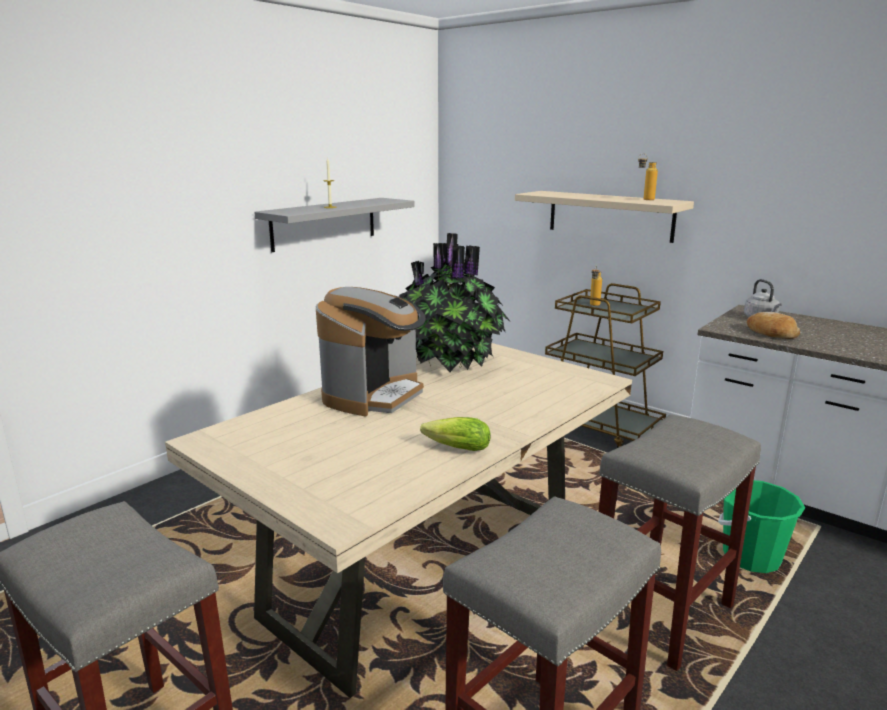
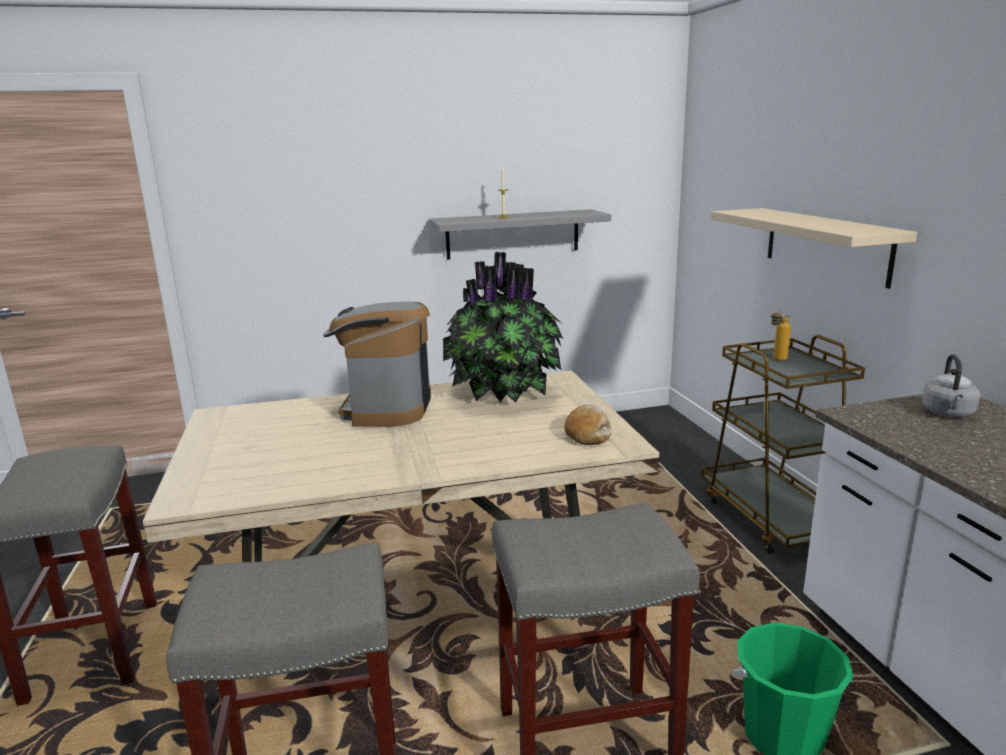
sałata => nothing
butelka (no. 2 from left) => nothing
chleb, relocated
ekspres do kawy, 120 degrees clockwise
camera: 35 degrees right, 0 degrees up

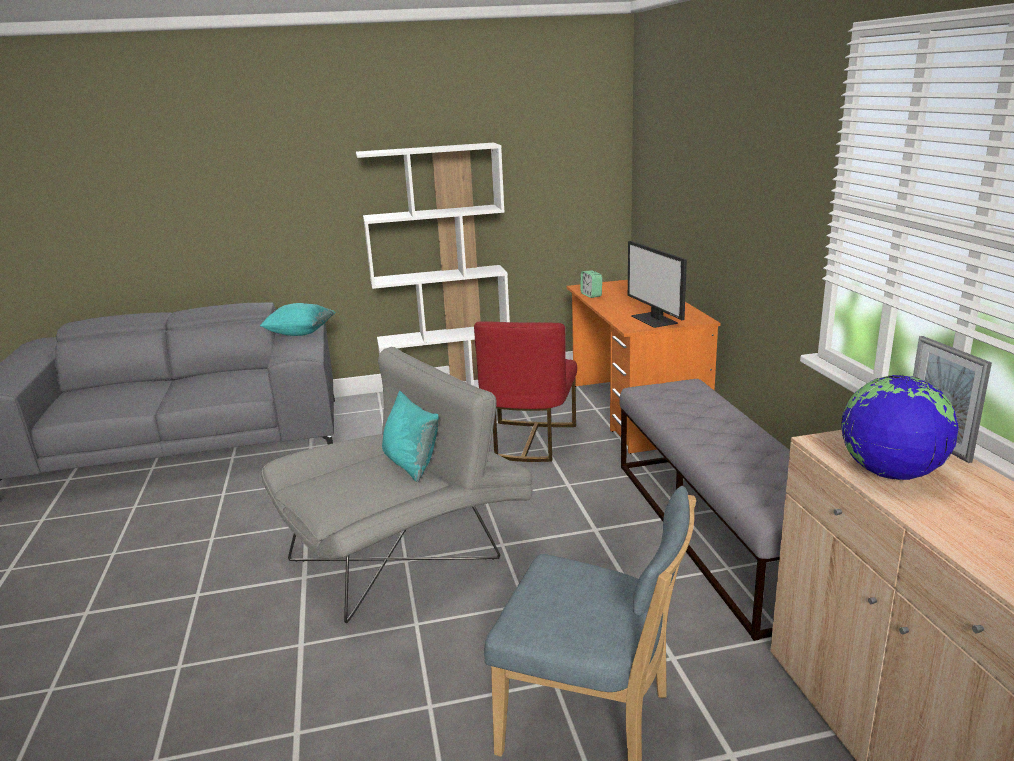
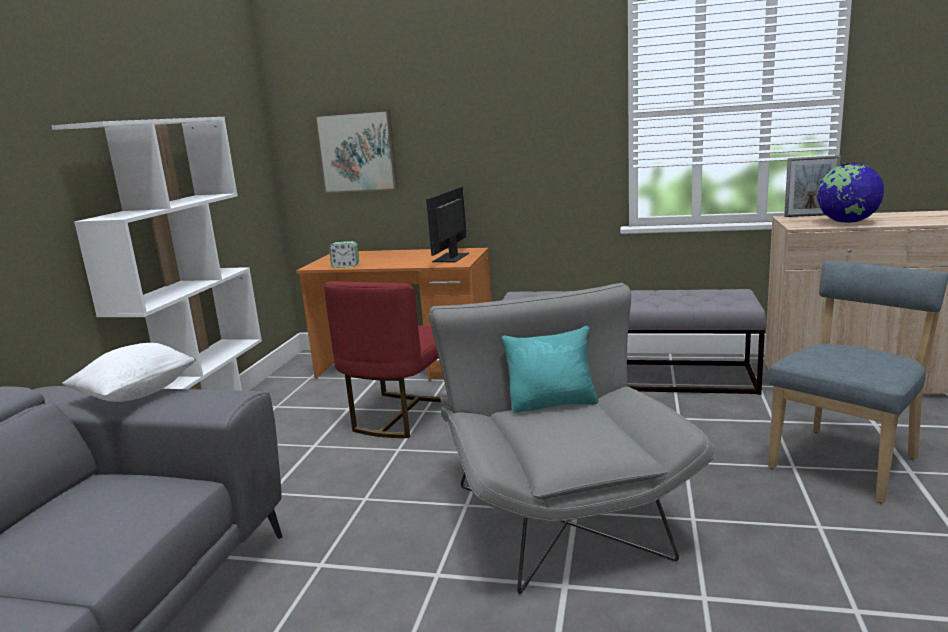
nothing => obraz
poduszka [turkusowy] (no. 1 from left) => poduszka [biały]
krzesło [czerwony], 75 degrees clockwise
monitor, 105 degrees clockwise
camera: 65 degrees left, 5 degrees down

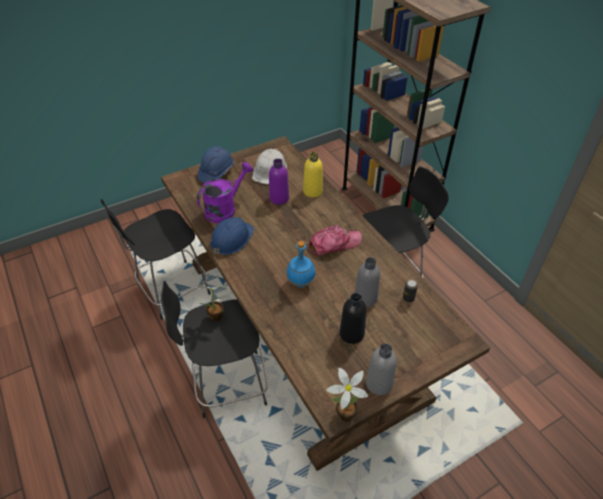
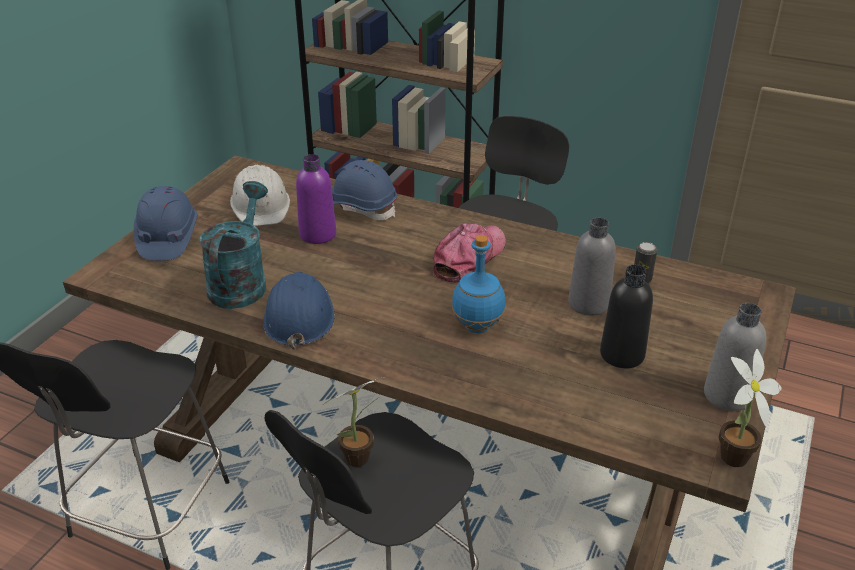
butelka [żółty] => kask [niebieski] (no. 3 from left)
konewka [fioletowy] => konewka [turkusowy]
camera: 35 degrees left, 10 degrees down

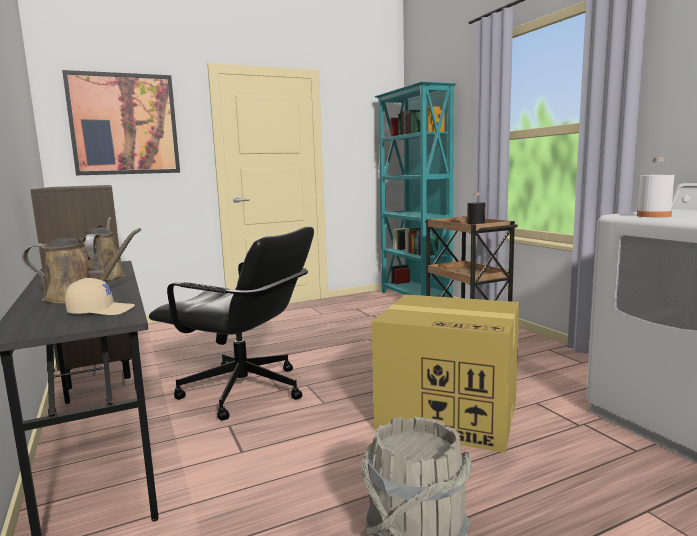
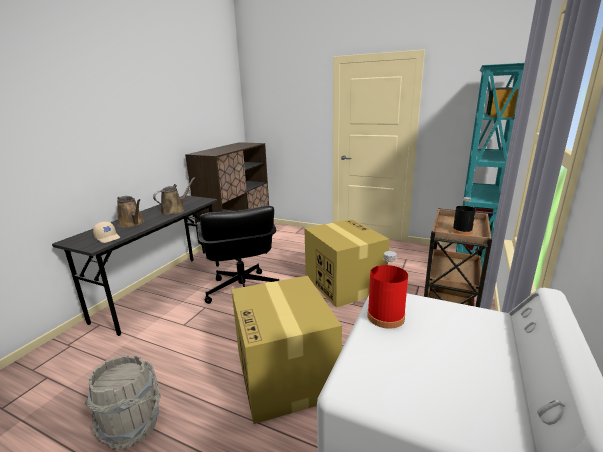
obraz => nothing
nothing => karton (no. 2 from left)
butelka [biały] => butelka [czerwony]
camera: 50 degrees right, 10 degrees up

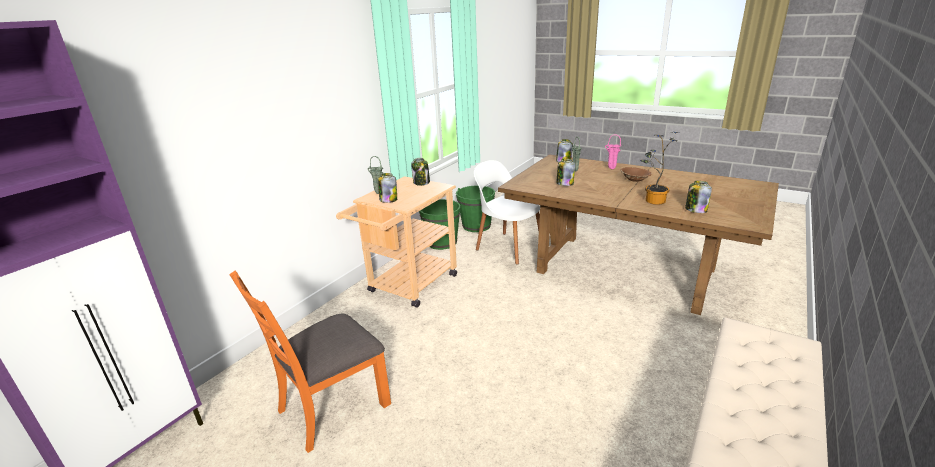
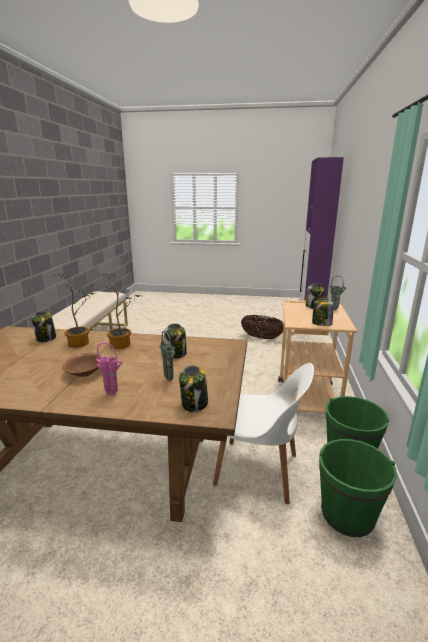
nothing => roślina doniczkowa (no. 2 from left)
krzesło [pomarańczowy] => koszyk
camera: 155 degrees right, 5 degrees down

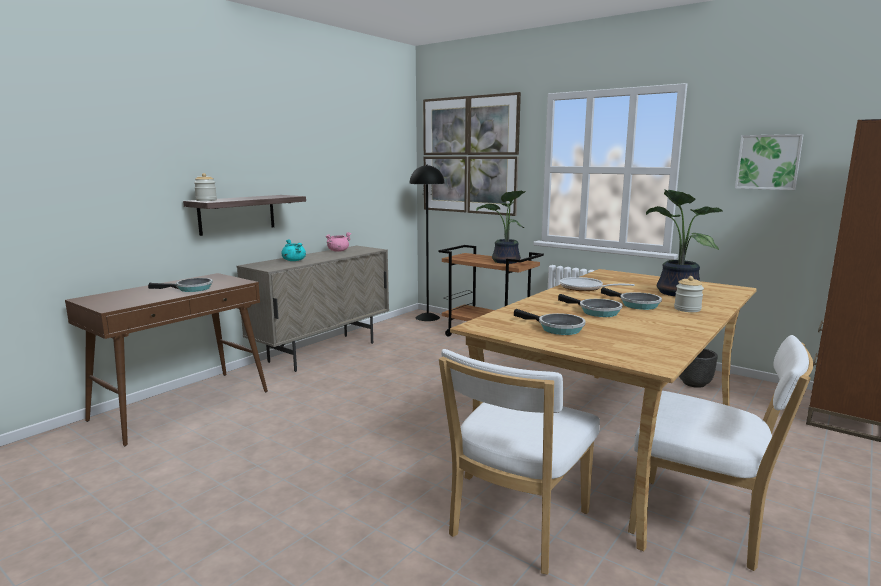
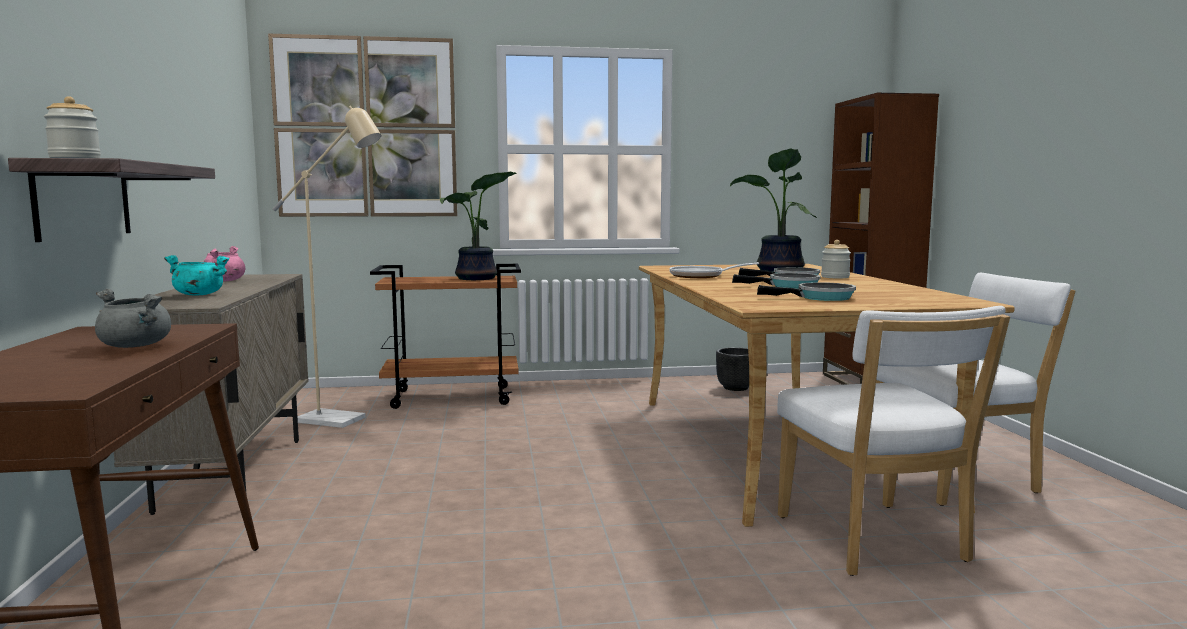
lampa stojąca [czarny] => nothing
obraz (no. 2 from left) => nothing
nothing => lampa stojąca [beżowy]
patelnia (no. 1 from left) => garnek [szary]
camera: 45 degrees left, 5 degrees down

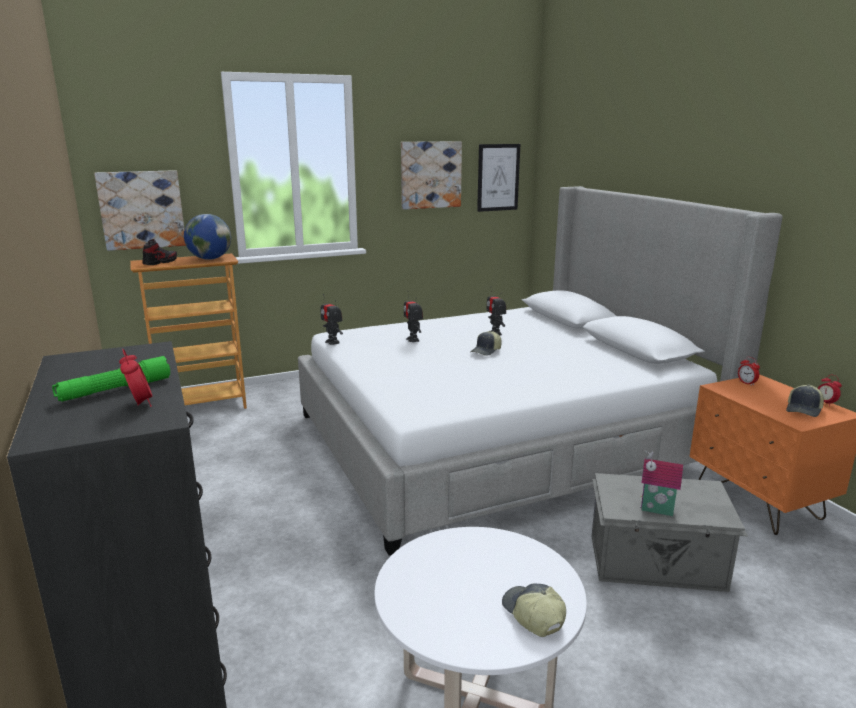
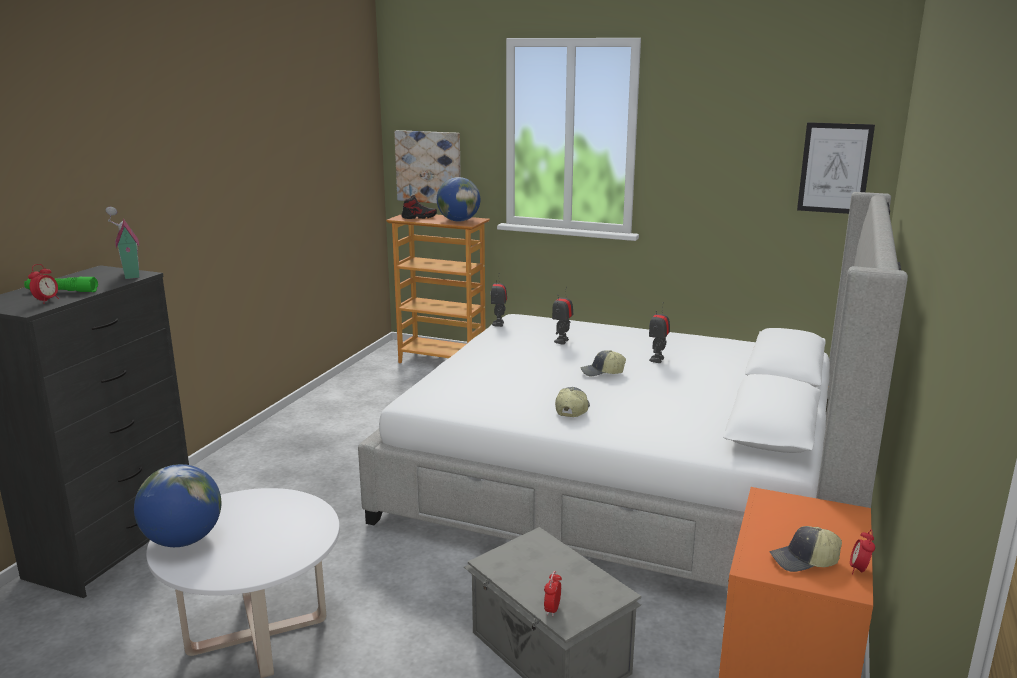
obraz (no. 2 from left) => nothing
nothing => globus (no. 1 from left)
czapka z daszkiem (no. 2 from left in the first image) => czapka z daszkiem (no. 1 from left), relocated
domek, relocated
budzik (no. 2 from left), relocated
camera: 45 degrees right, 0 degrees up

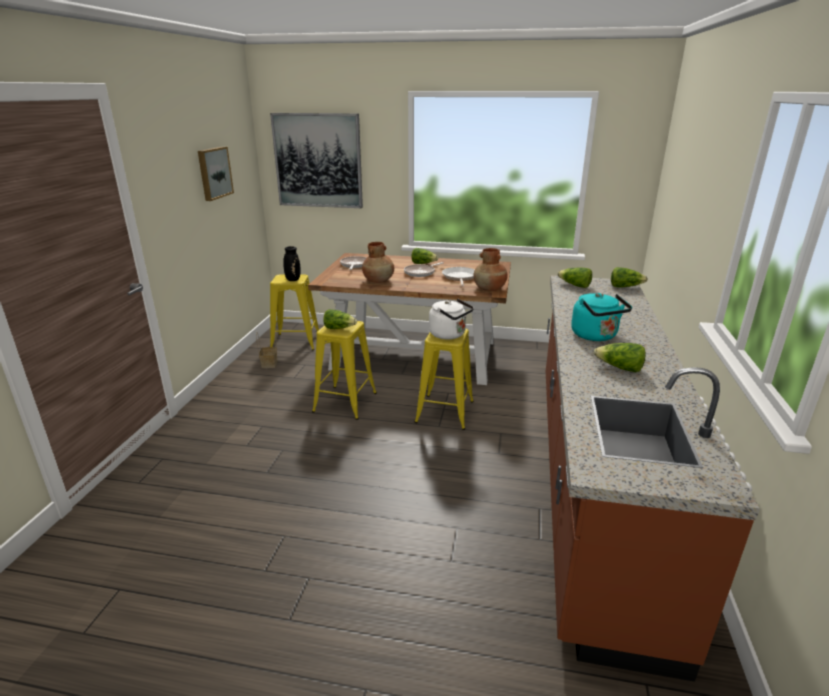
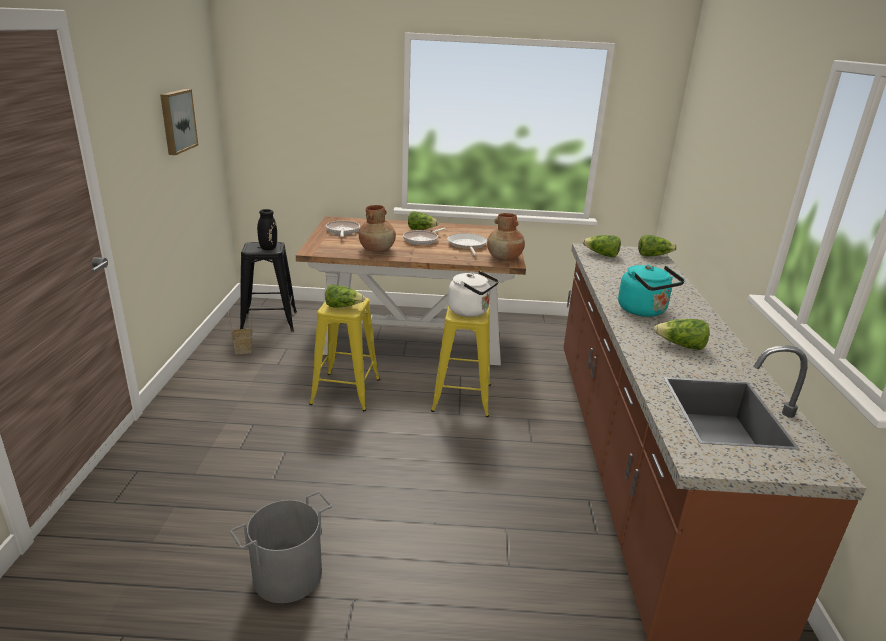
obraz (no. 2 from left) => nothing
nothing => wiadro [szary]
stołek [żółty] (no. 1 from left) => stołek [czarny]
camera: 10 degrees left, 0 degrees up

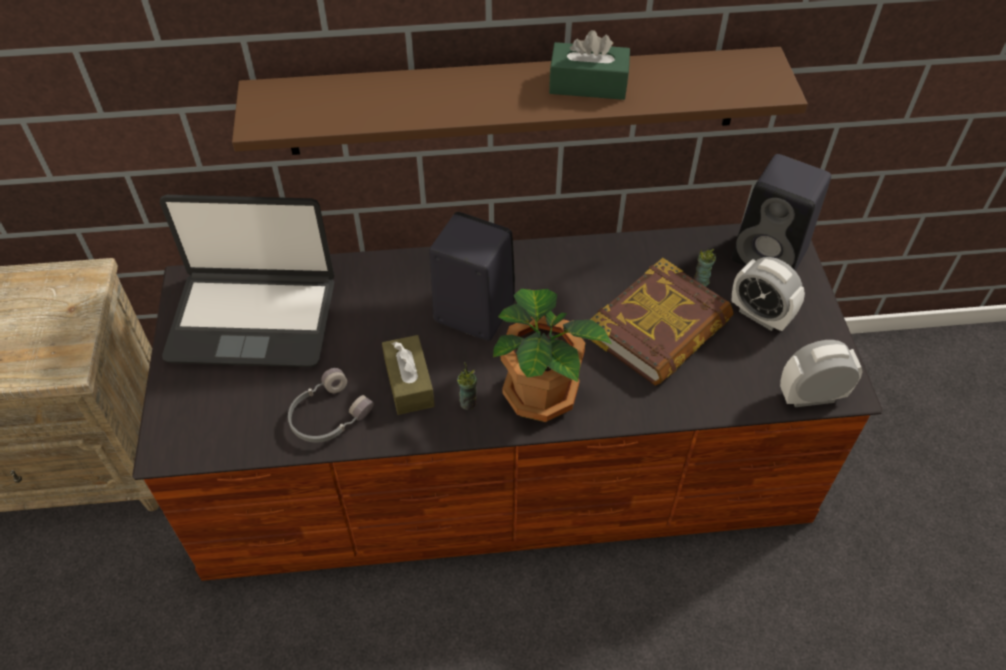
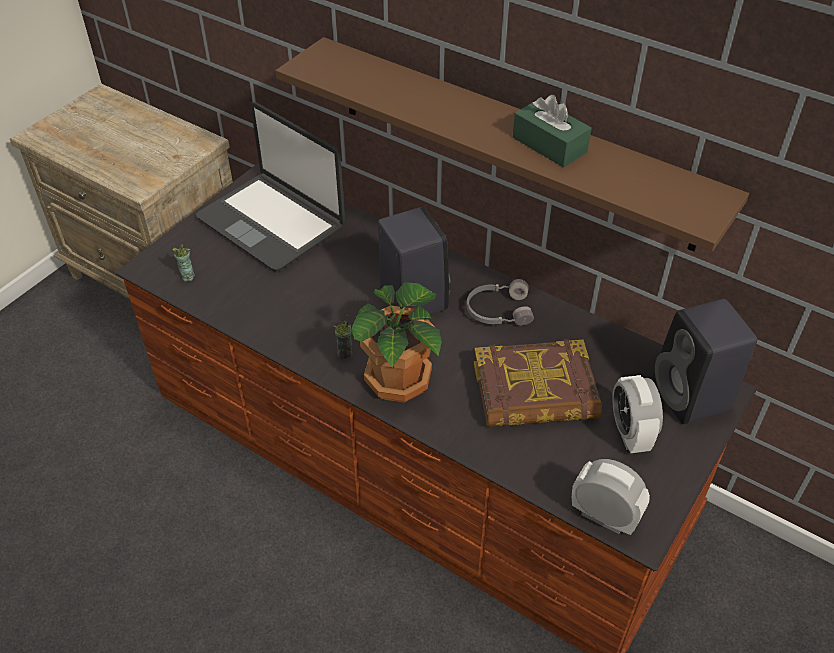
pudełko chusteczek [brązowy] => nothing
słuchawki [szary], relocated
filiżanka (no. 2 from left in the first image) => filiżanka (no. 1 from left), relocated
camera: 40 degrees right, 5 degrees down

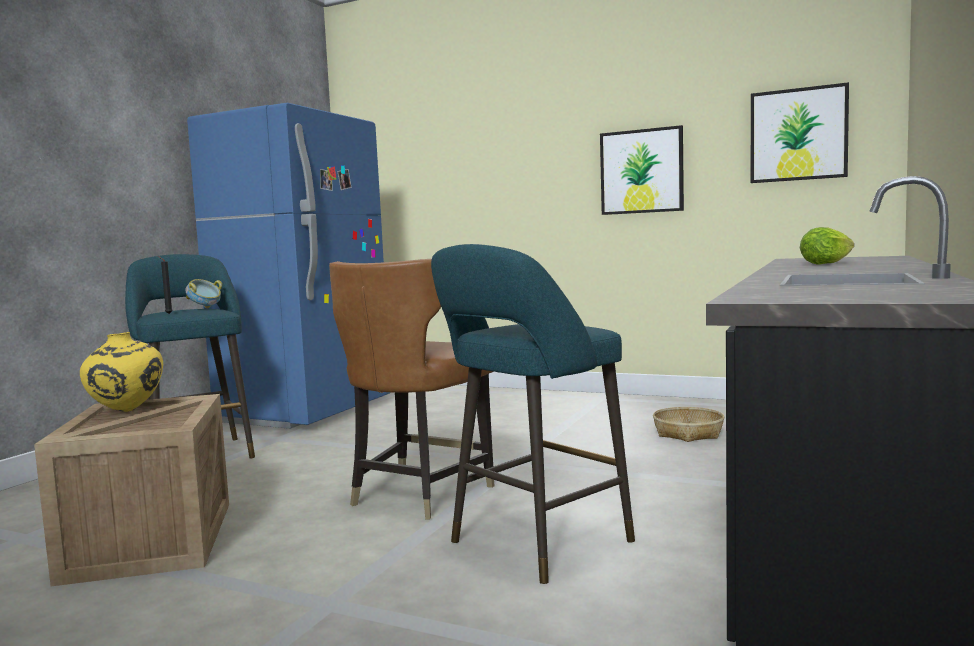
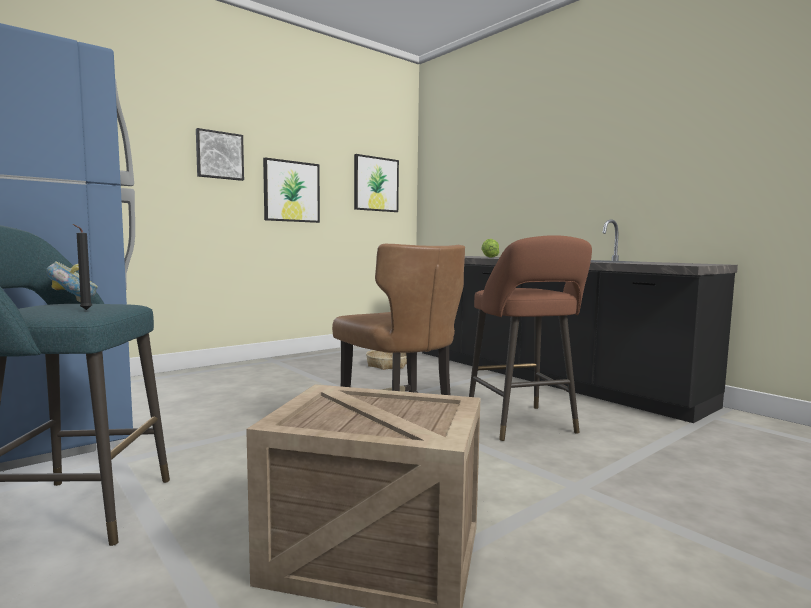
wazon [żółty] => nothing
nothing => obraz (no. 1 from left)
stołek [turkusowy] (no. 2 from left) => stołek [brązowy]
camera: 65 degrees left, 0 degrees up

